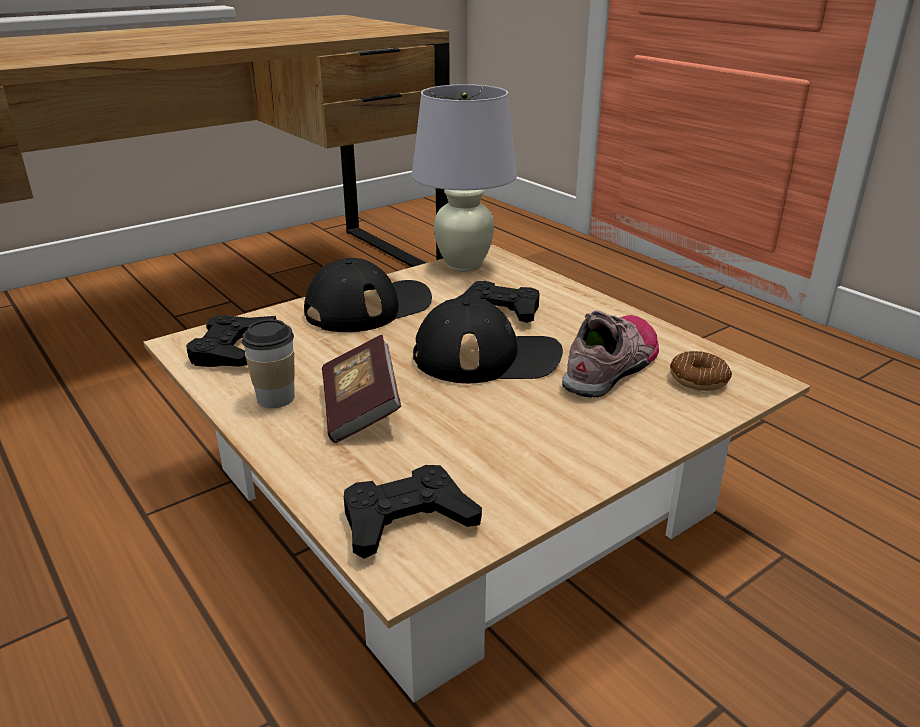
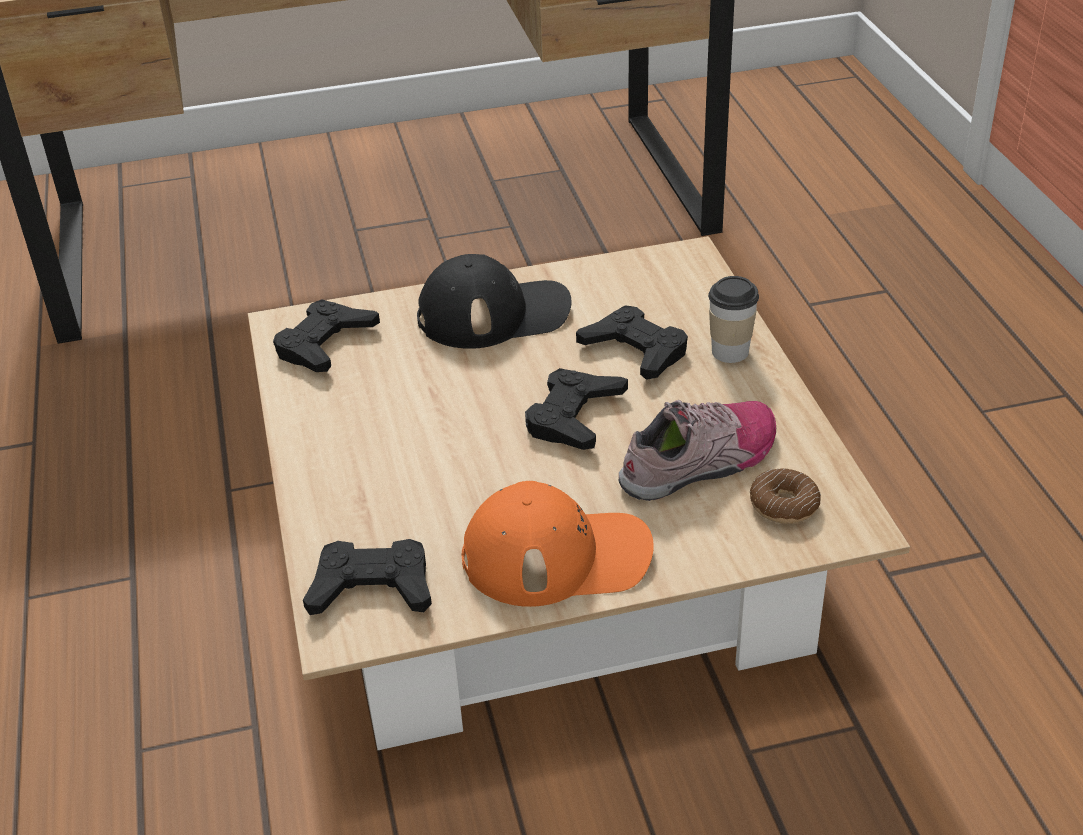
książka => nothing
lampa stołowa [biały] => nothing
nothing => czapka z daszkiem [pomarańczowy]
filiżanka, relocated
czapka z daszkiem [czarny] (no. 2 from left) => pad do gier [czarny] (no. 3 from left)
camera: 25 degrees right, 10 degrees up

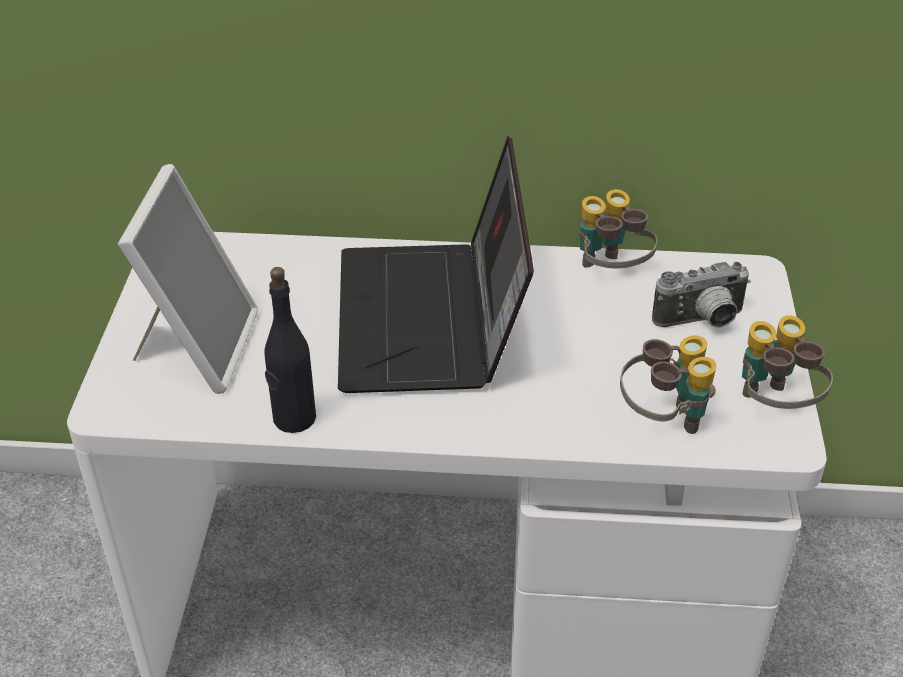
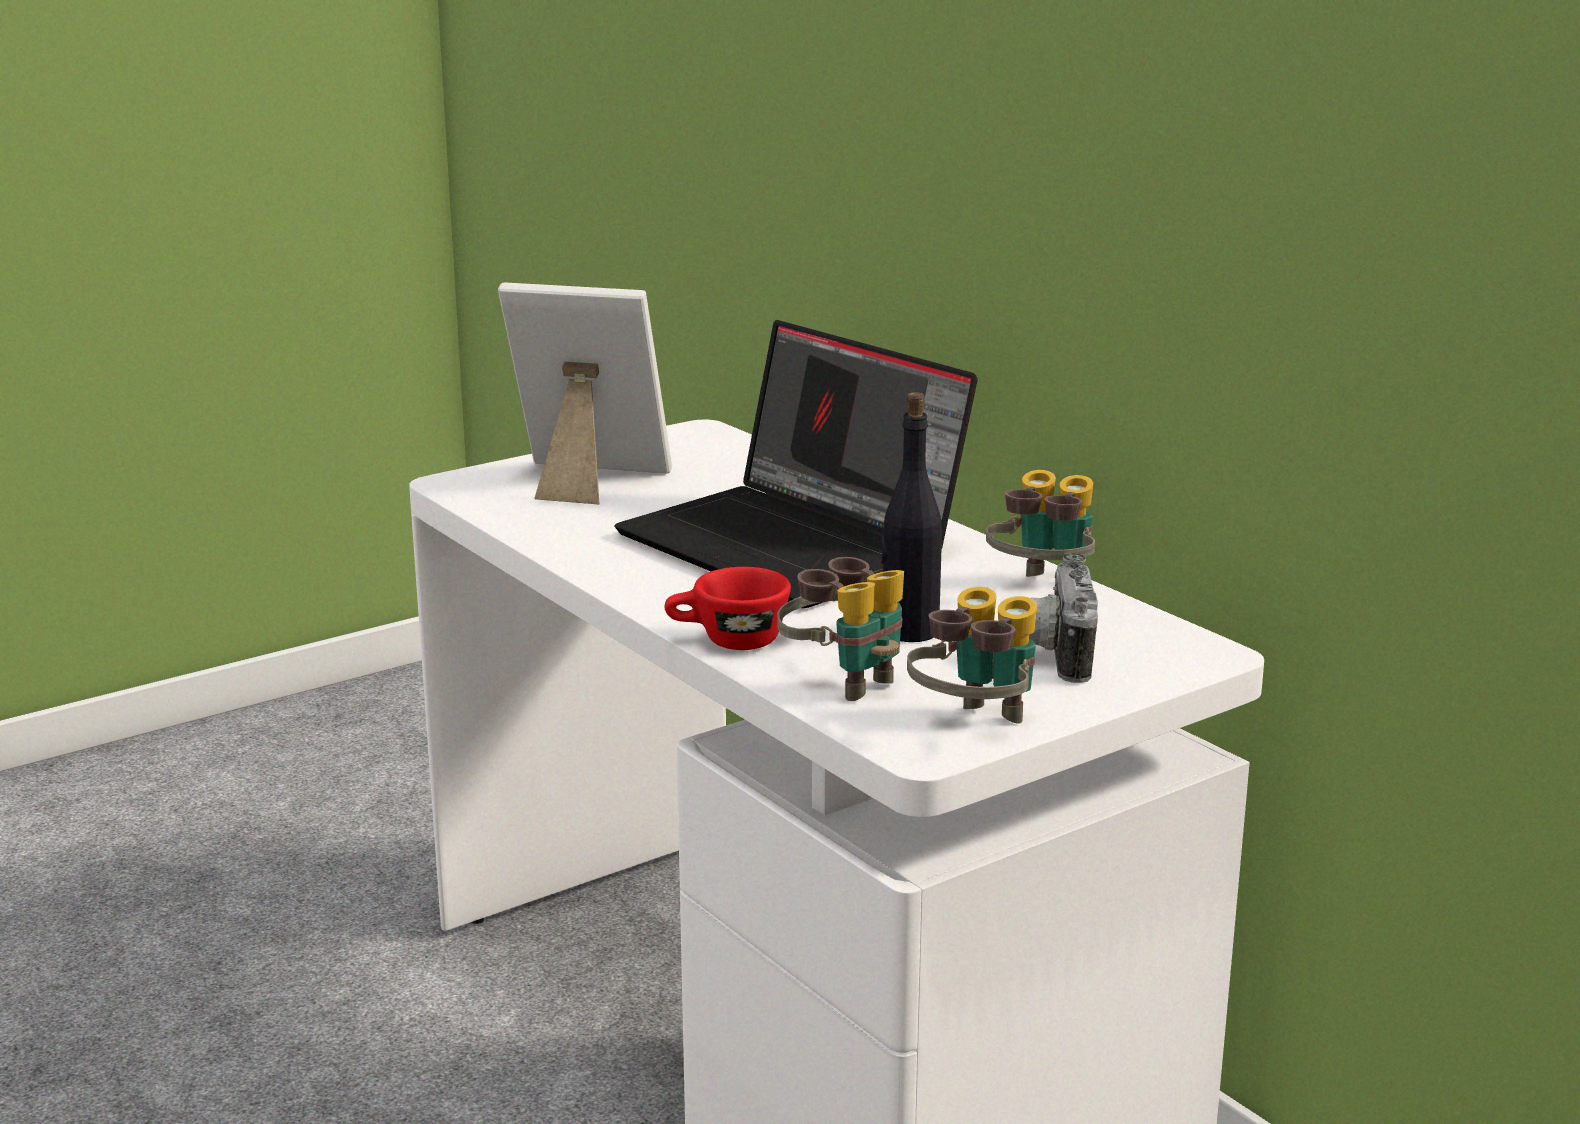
nothing => filiżanka [czerwony]
butelka [czarny], relocated
ramka na zdjęcie, 135 degrees counterclockwise
laptop, 90 degrees counterclockwise
aparat fotograficzny, 60 degrees clockwise
camera: 50 degrees right, 20 degrees down

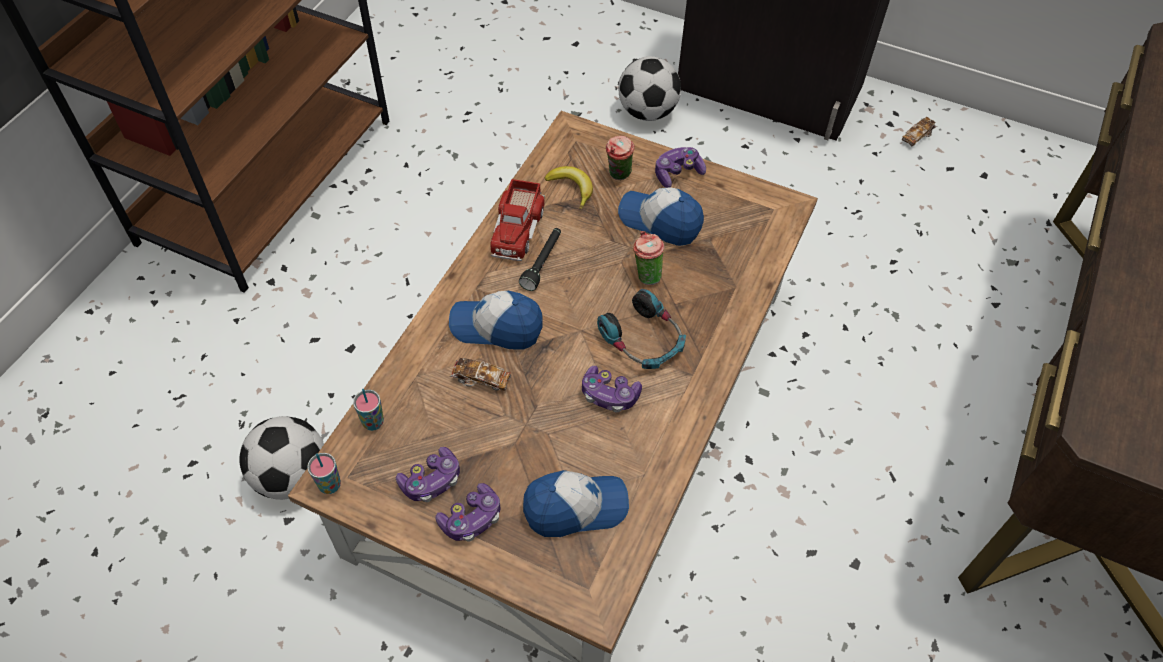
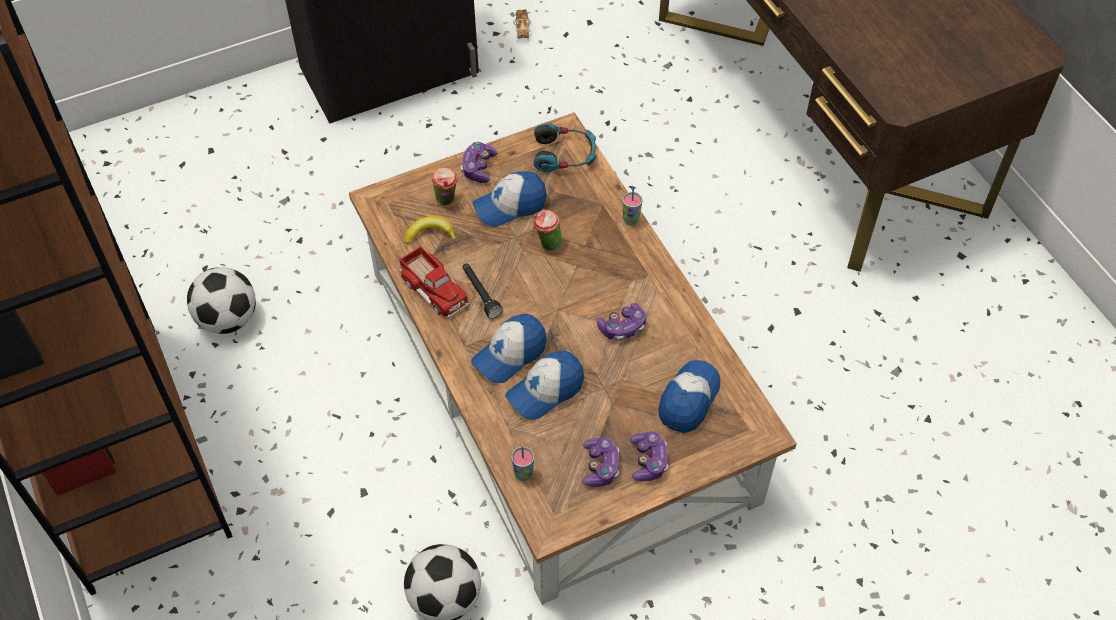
filiżanka (no. 1 from left in the first image) => filiżanka (no. 4 from left), relocated
słuchawki, relocated
piłka futbolowa (no. 2 from left in the first image) => piłka futbolowa (no. 1 from left), relocated
samochodzik (no. 1 from left) => czapka z daszkiem (no. 3 from left)
camera: 50 degrees left, 0 degrees up

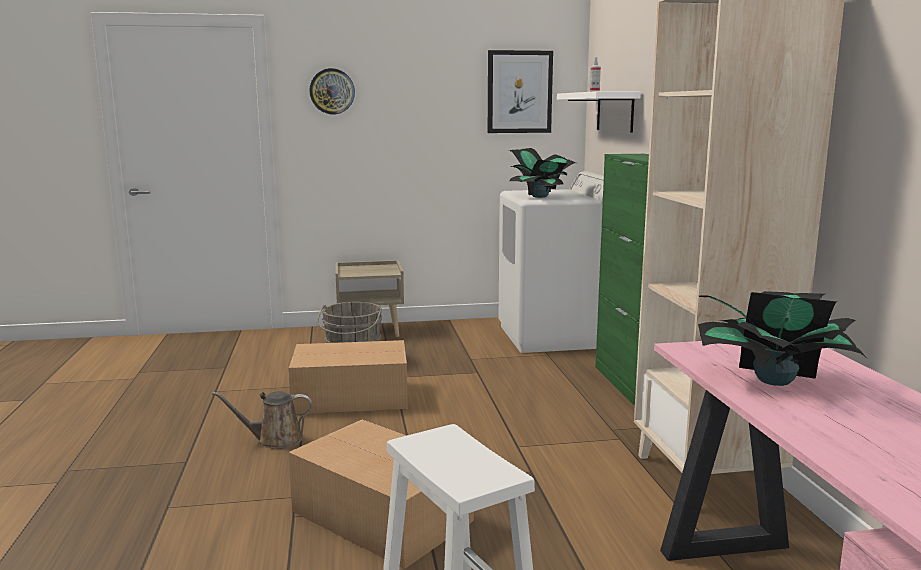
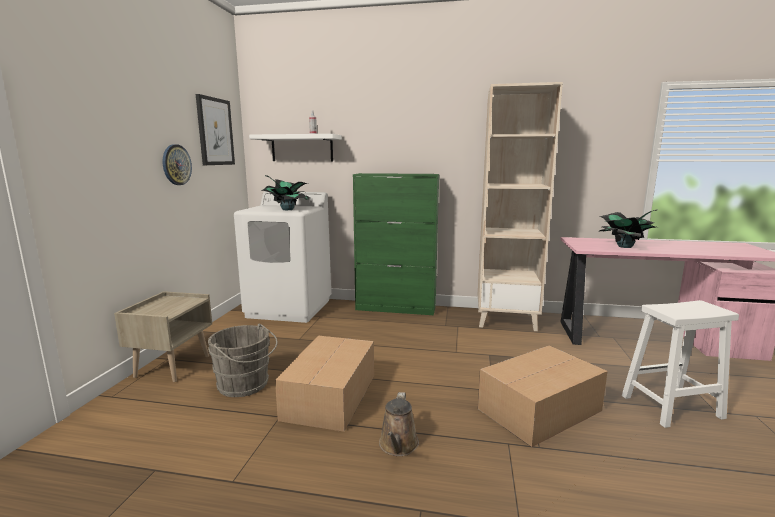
zegar ścienny, relocated
camera: 70 degrees left, 0 degrees up

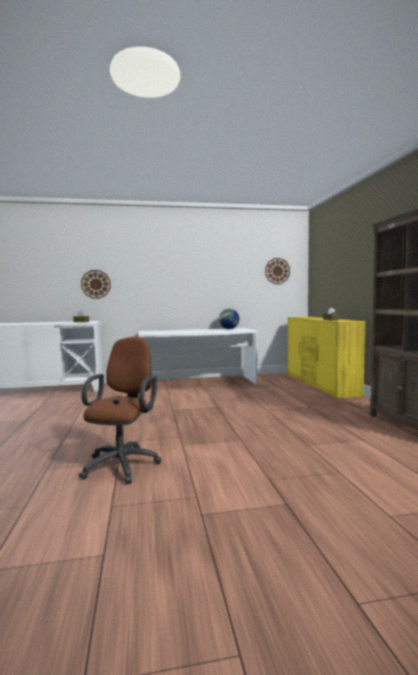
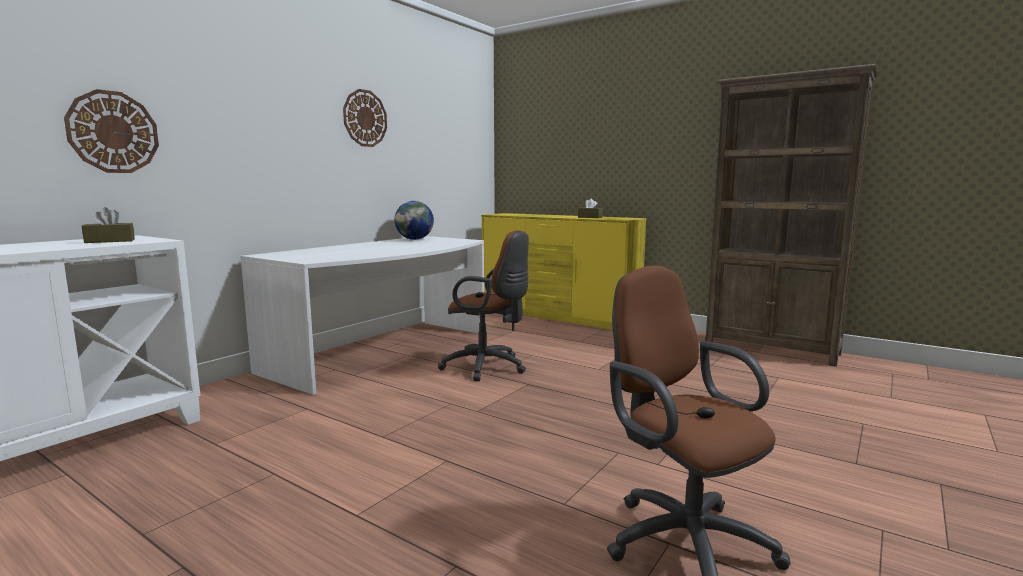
nothing => krzesło biurowe [brązowy] (no. 1 from left)
zegar ścienny (no. 2 from left), relocated
camera: 45 degrees left, 5 degrees up

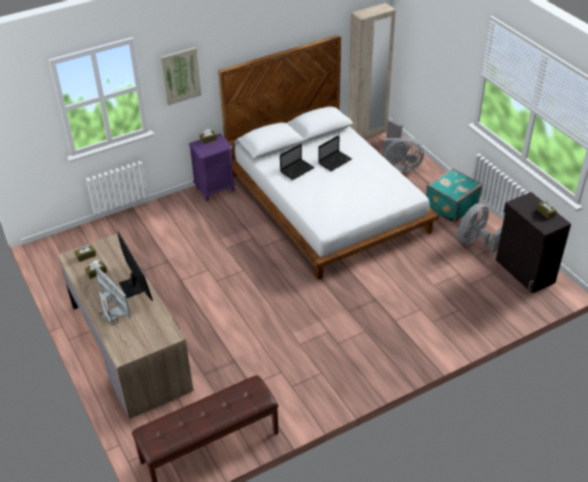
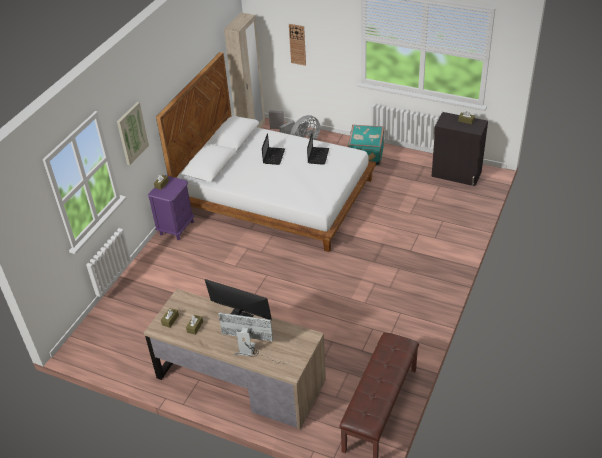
wentylator [szary] (no. 2 from left) => nothing
nothing => zegar ścienny
laptop (no. 1 from left in the first image) => laptop (no. 2 from left), relocated
camera: 35 degrees left, 0 degrees up

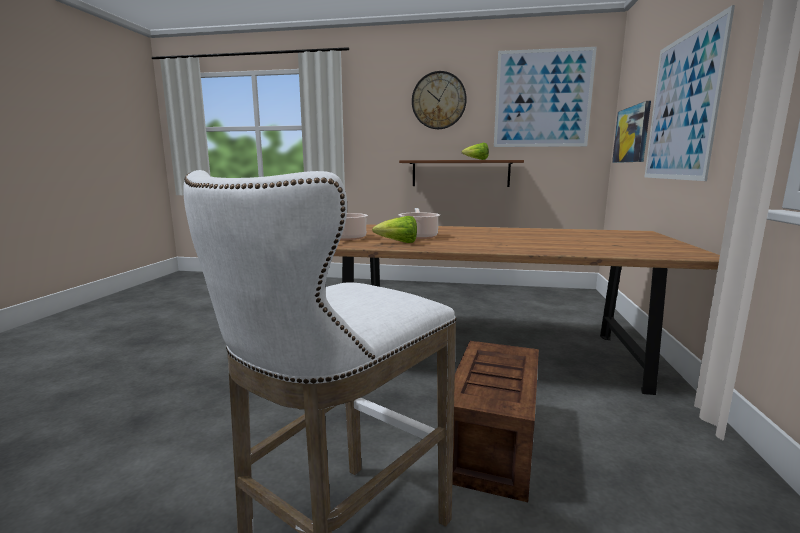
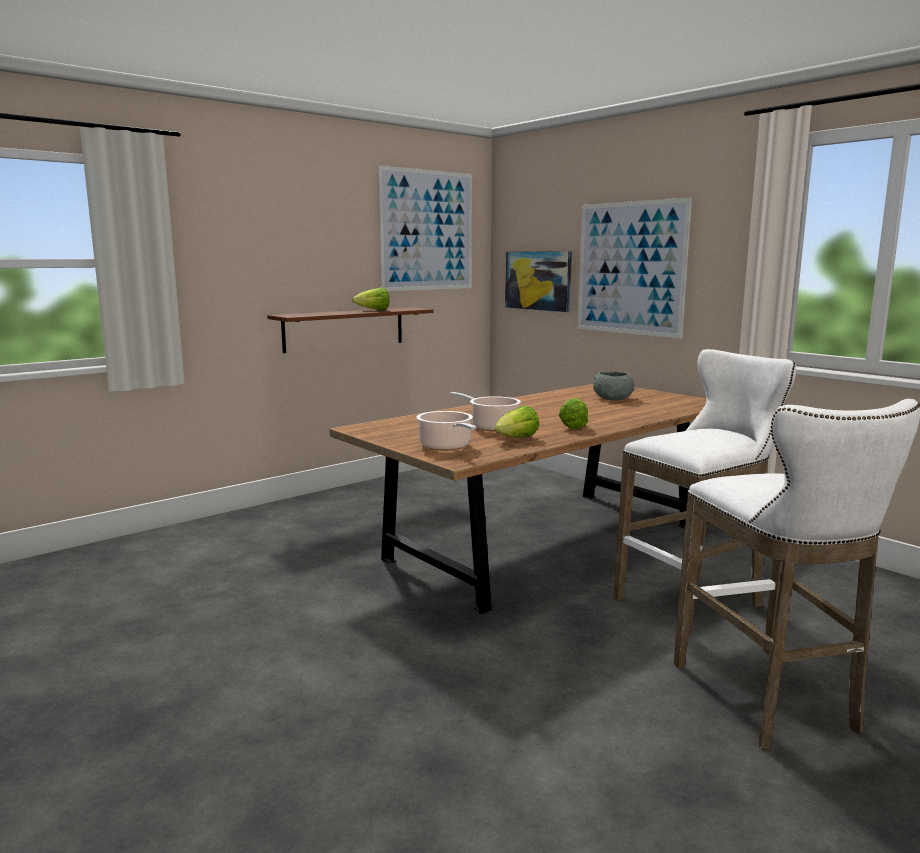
zegar ścienny => nothing
nothing => sałata (no. 3 from left)
nothing => miska [szary]
skrzynka => stołek [biały] (no. 1 from left)
camera: 50 degrees left, 0 degrees up

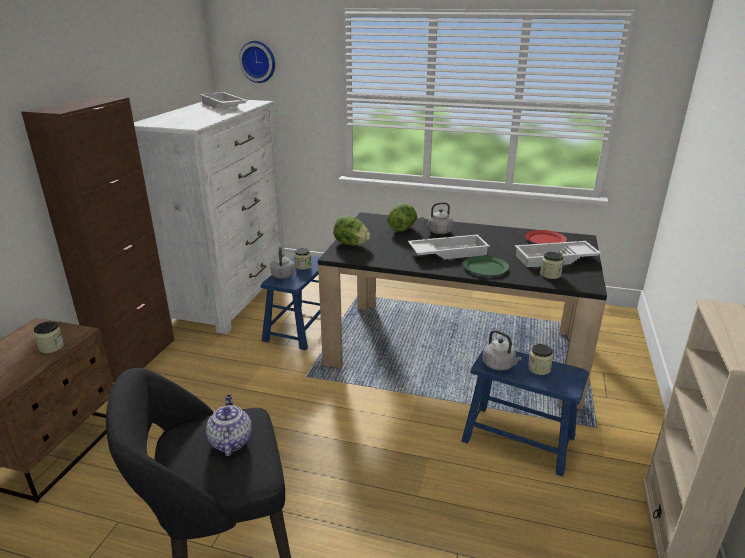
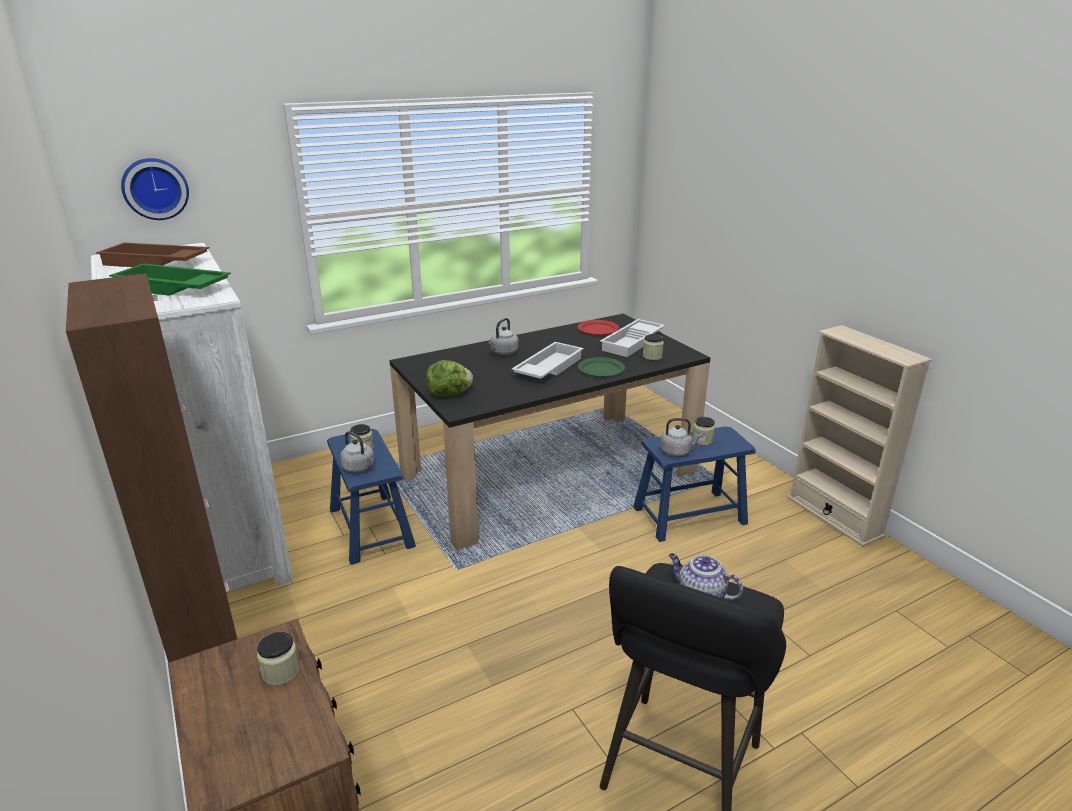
sałata (no. 2 from left) => nothing
nothing => taca [zielony]
taca [biały] (no. 1 from left) => taca [brązowy]
camera: 45 degrees left, 0 degrees up

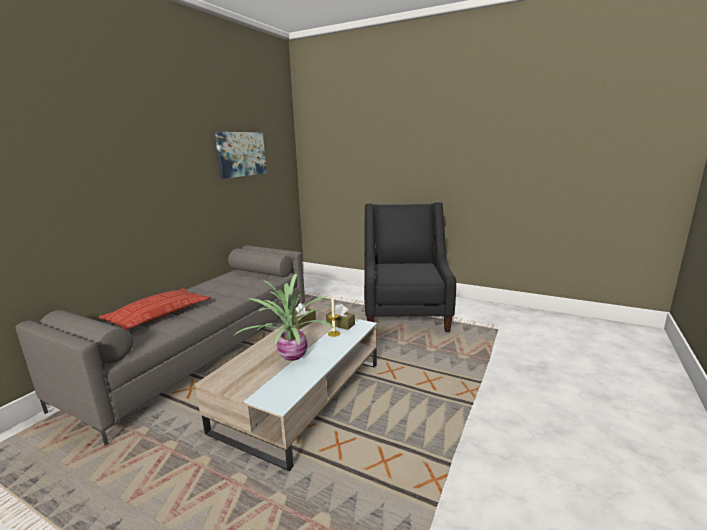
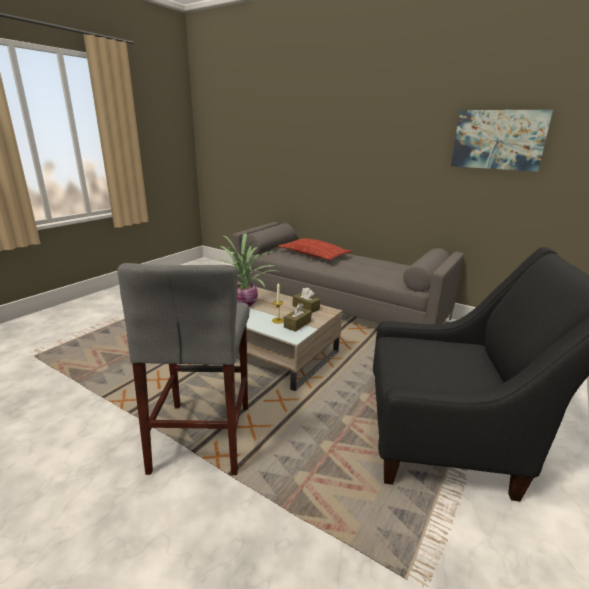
nothing => stołek [szary]
camera: 95 degrees right, 5 degrees up

